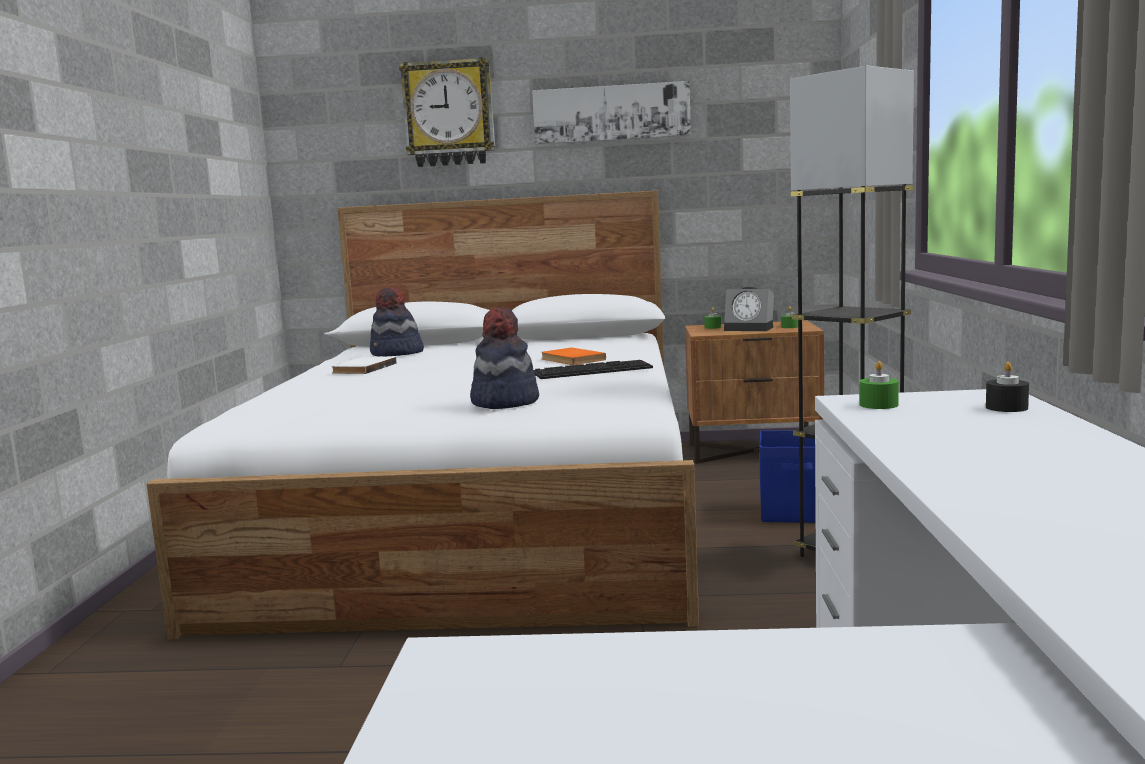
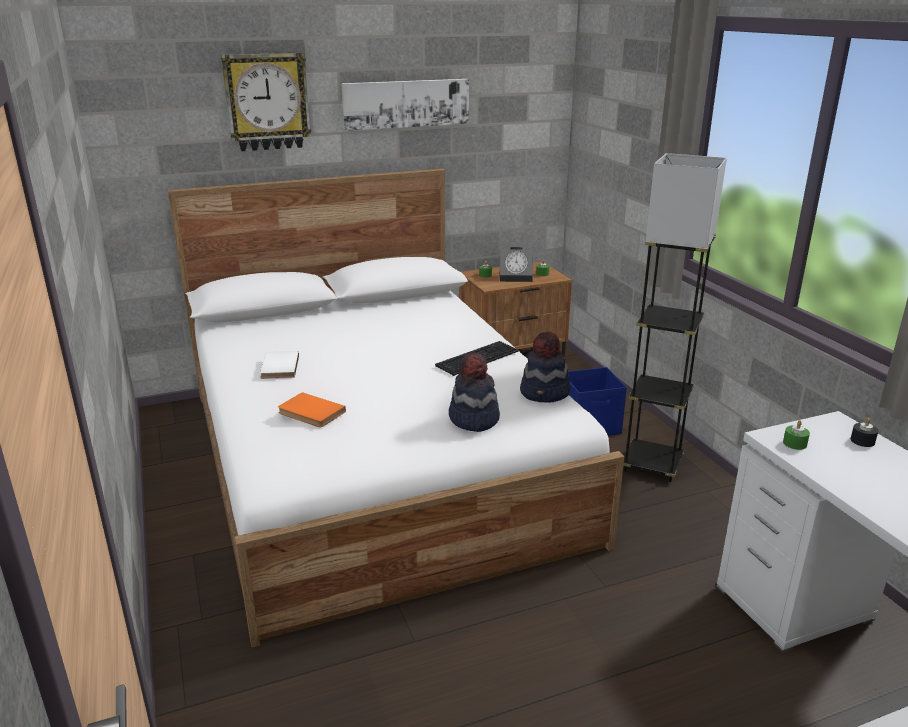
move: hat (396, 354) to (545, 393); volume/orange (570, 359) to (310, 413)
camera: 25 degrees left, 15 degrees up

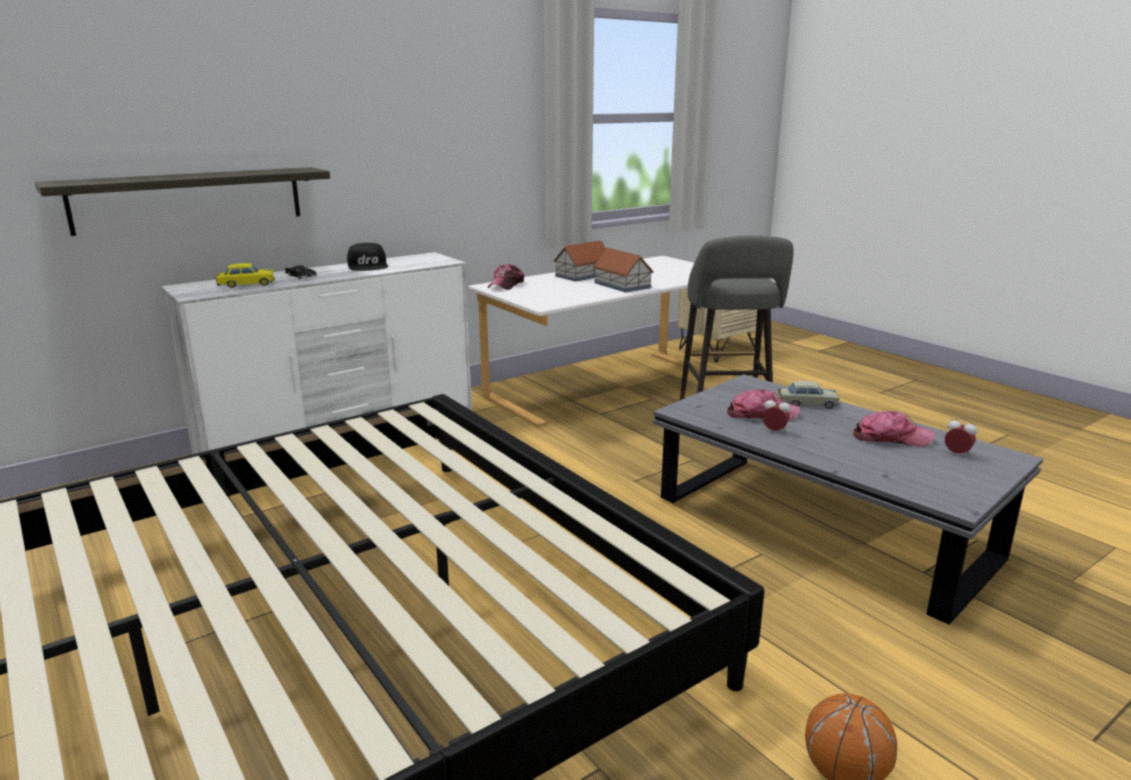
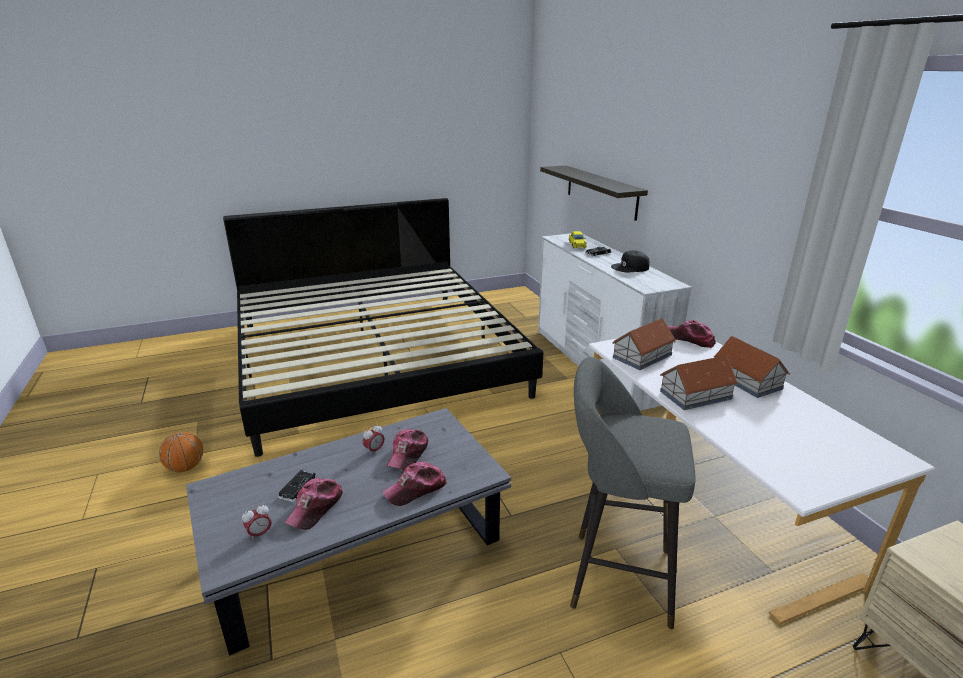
insert: model house (643, 356); toy car/black-coloured (298, 488)
replace: toy car/beige (807, 403) to cap (416, 489)
camera: 105 degrees right, 5 degrees up

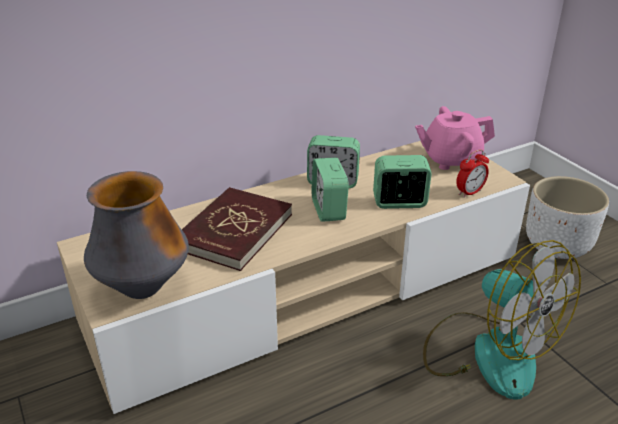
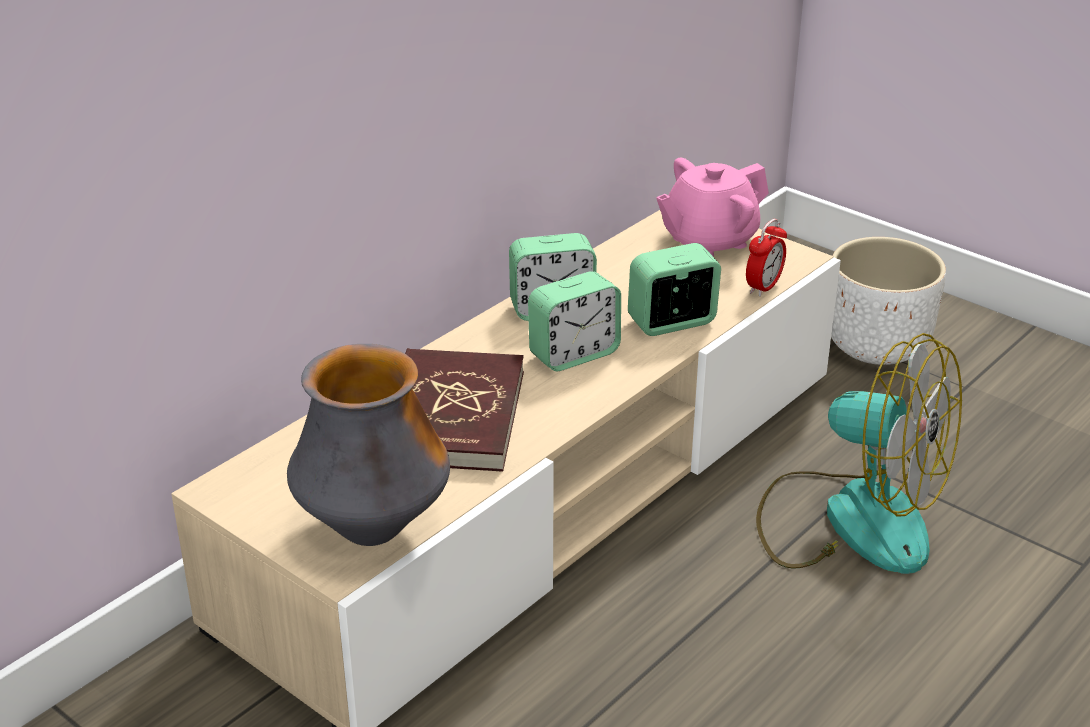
rotate: table clock (328, 210) = (574, 354) 90 degrees counterclockwise
camera: 20 degrees left, 0 degrees up

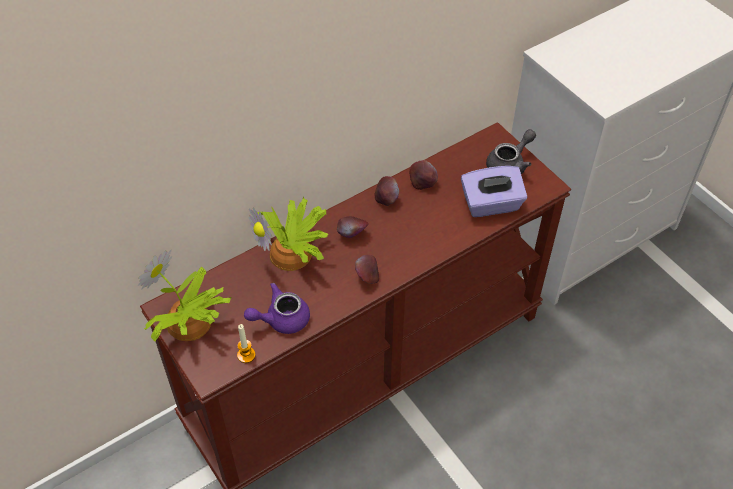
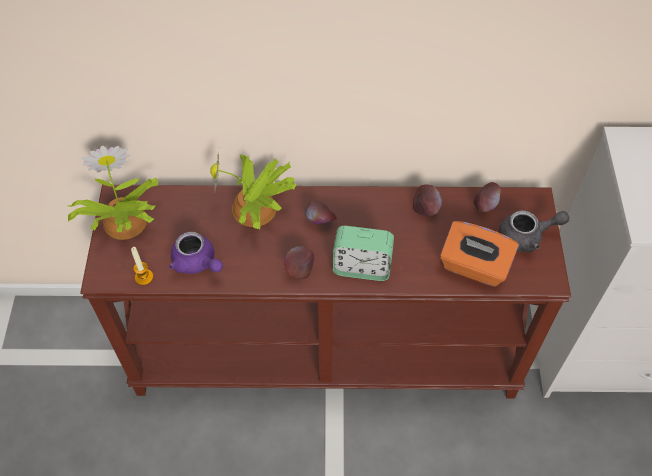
insert: table clock (362, 267)
move: apple fruit (386, 199) to (485, 205)
recolor: tissue box/purple (491, 204) to tissue box/orange (474, 266)
rotate: tea pot/purple (281, 319) = (197, 263) 150 degrees counterclockwise
camera: 35 degrees right, 5 degrees up

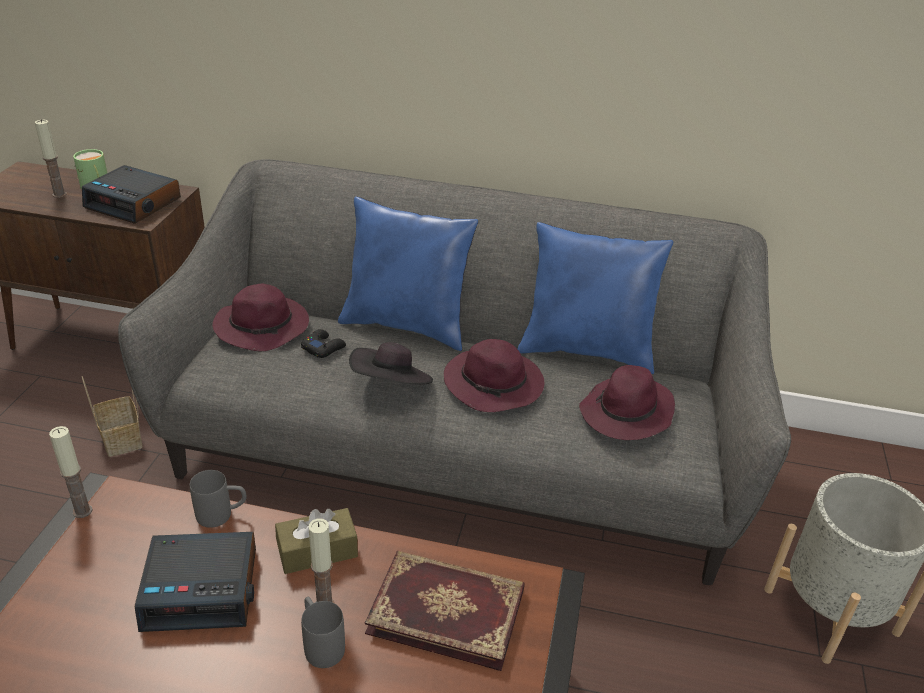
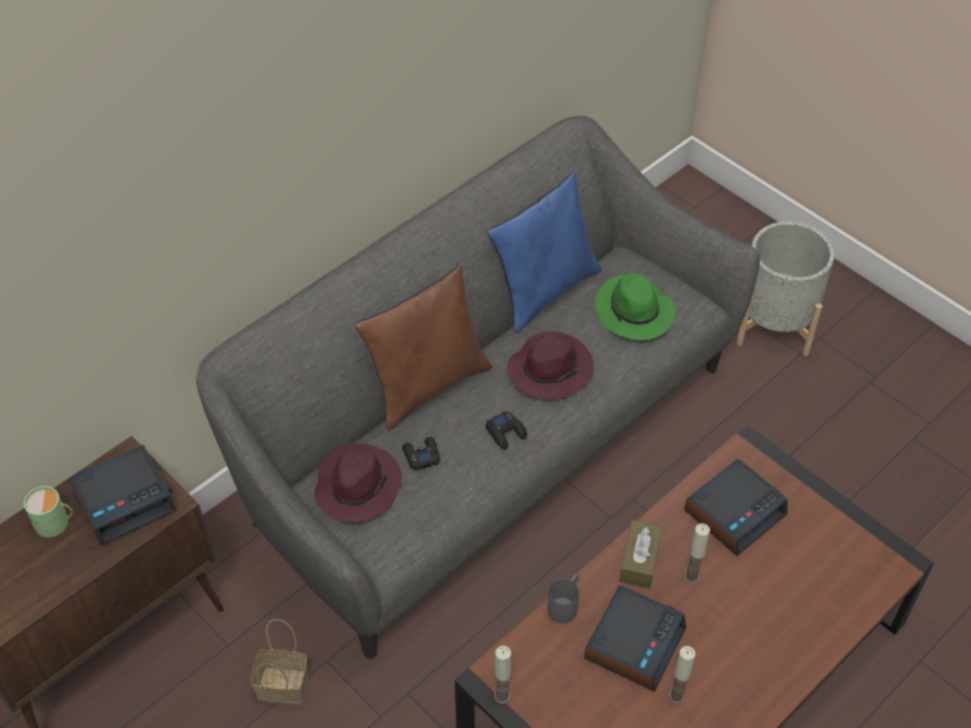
delete: tea mug/greyish (320, 643)
move: wax candle (59, 194) to (676, 696)
replace: hat/black-coloured (391, 385) to gamepad/black-coloured (506, 433); volume (447, 610) to table clock (734, 511)
recolor: pillow/blue-coloured (407, 325) to pillow/brownish (427, 385); hat/purple (626, 414) to hat/green (635, 312)
camera: 55 degrees left, 15 degrees up

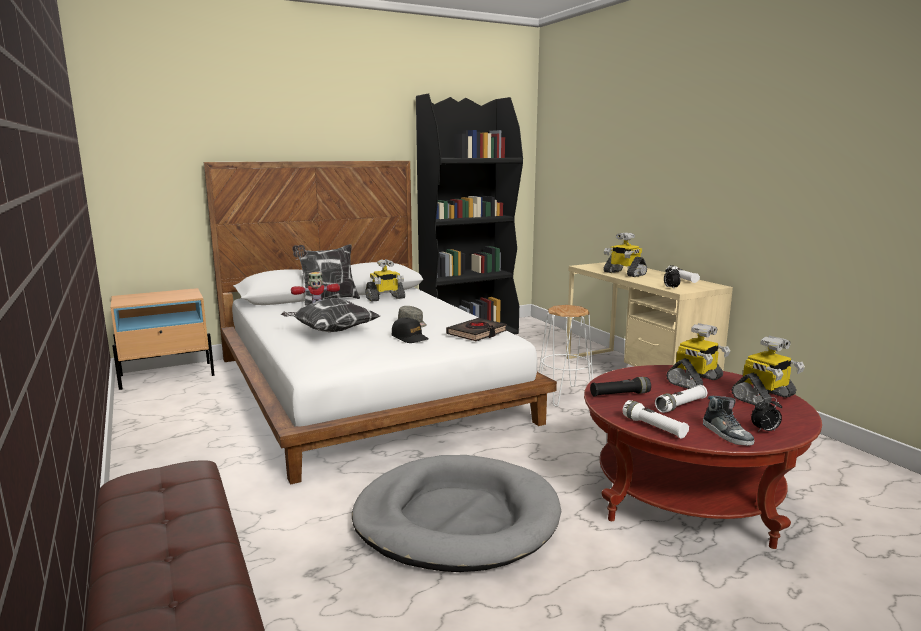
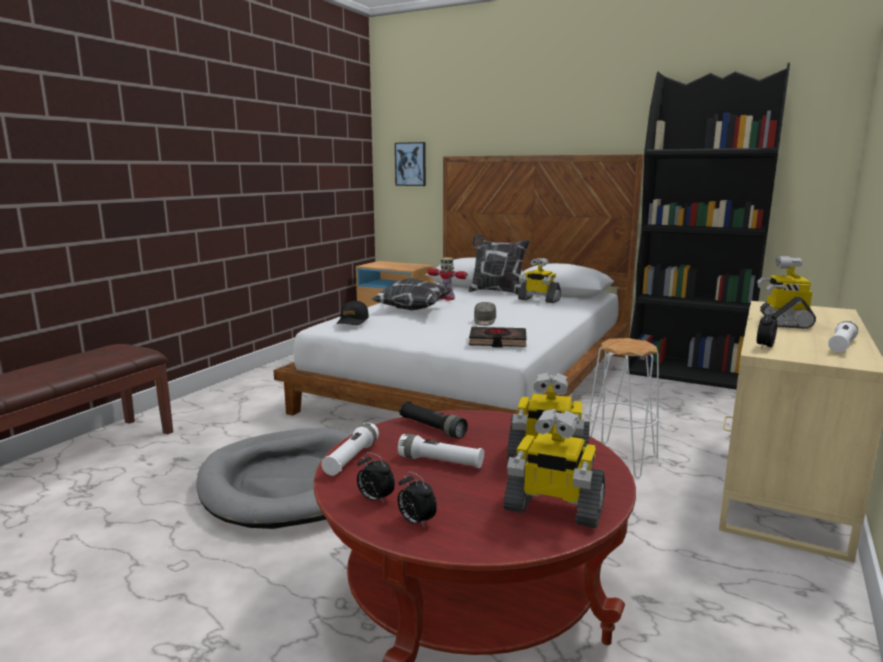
insert: wall picture (411, 164)
move: cap/black-coloured (410, 338) to (353, 321)
replace: low shoe (727, 434) to table clock (375, 499)
camera: 55 degrees right, 0 degrees up

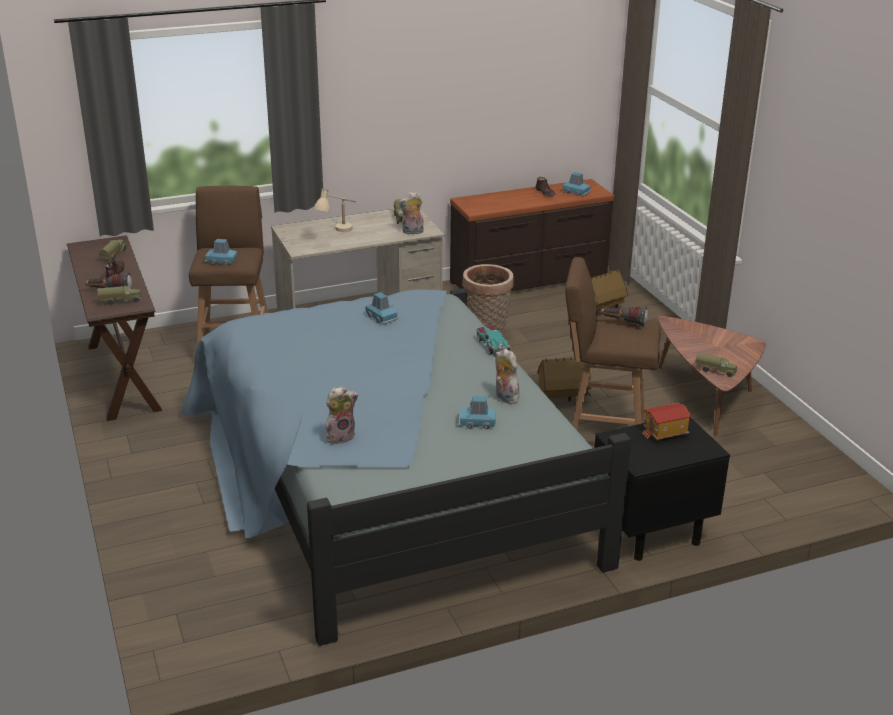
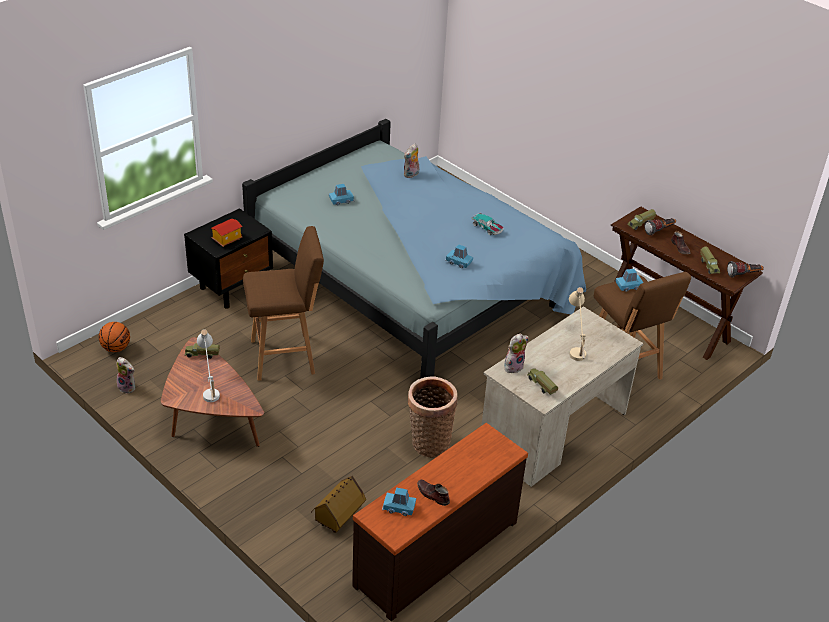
delete: model house (563, 397)
insert: ball for basketball (116, 348); lamp for a table/white (210, 388)
move: hand torch (623, 323) to (743, 275); toy car (492, 345) to (487, 228); cuddly toy (504, 397) to (128, 387)
camera: 155 degrees right, 10 degrees up

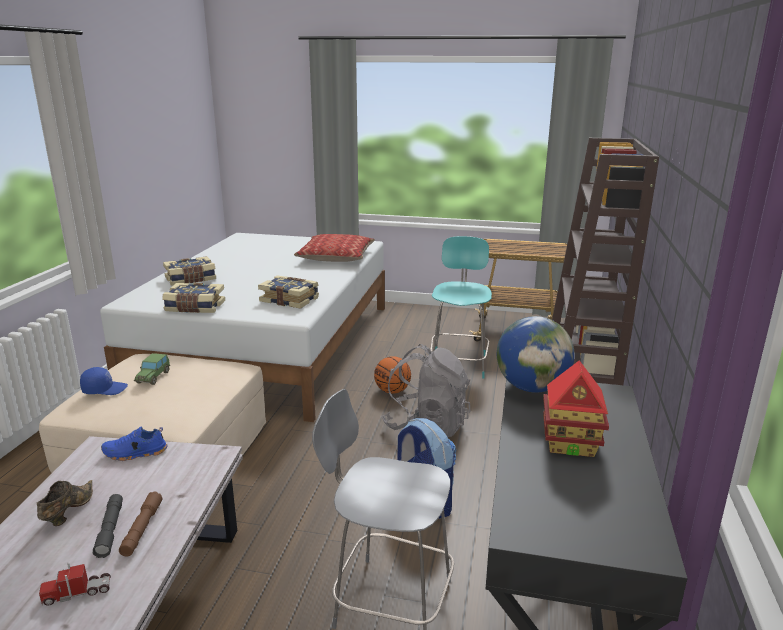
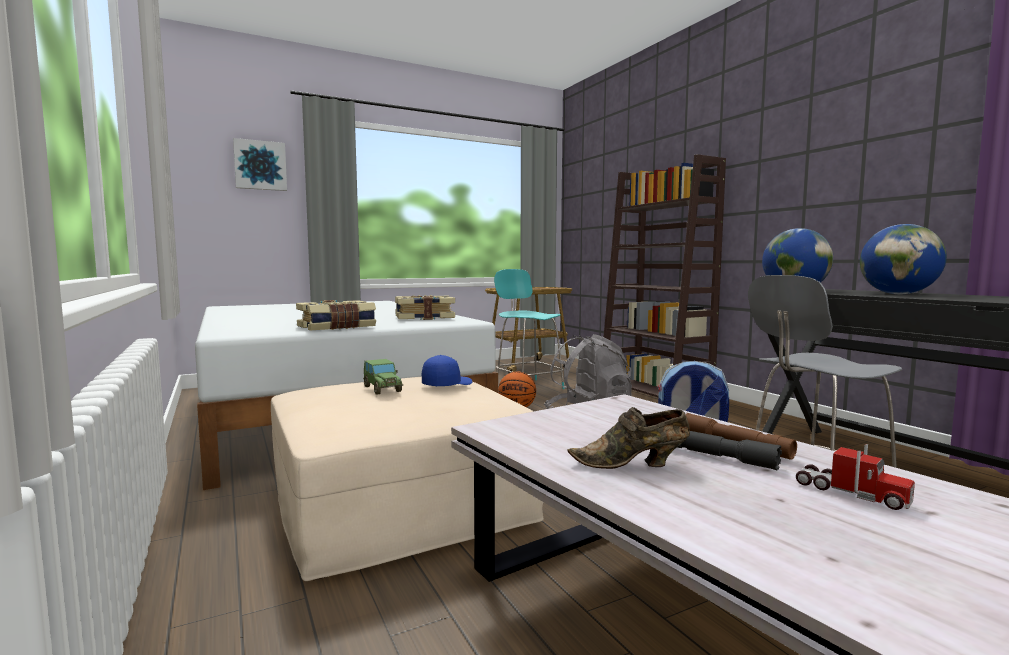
delete: pillow (336, 257); volume (191, 279); low shoe/blue-coloured (135, 454)
insert: wall picture (260, 165)
move: cap/blue-coloured (104, 389) to (446, 384)
replace: model house (570, 444) to globe (898, 294)
rotate: low shoe/brownish (67, 512) = (632, 465) 60 degrees counterclockwise; toy truck (77, 592) = (851, 493) 75 degrees counterclockwise
camera: 40 degrees left, 15 degrees down

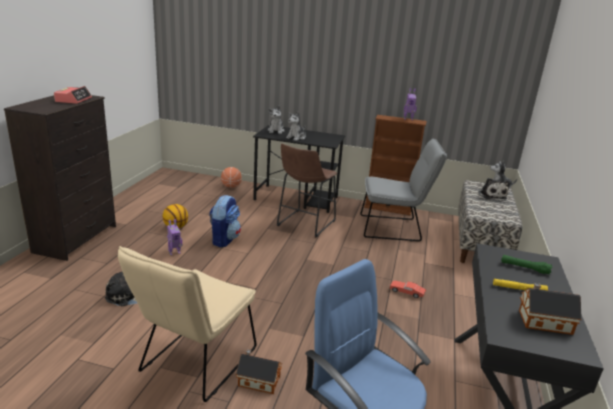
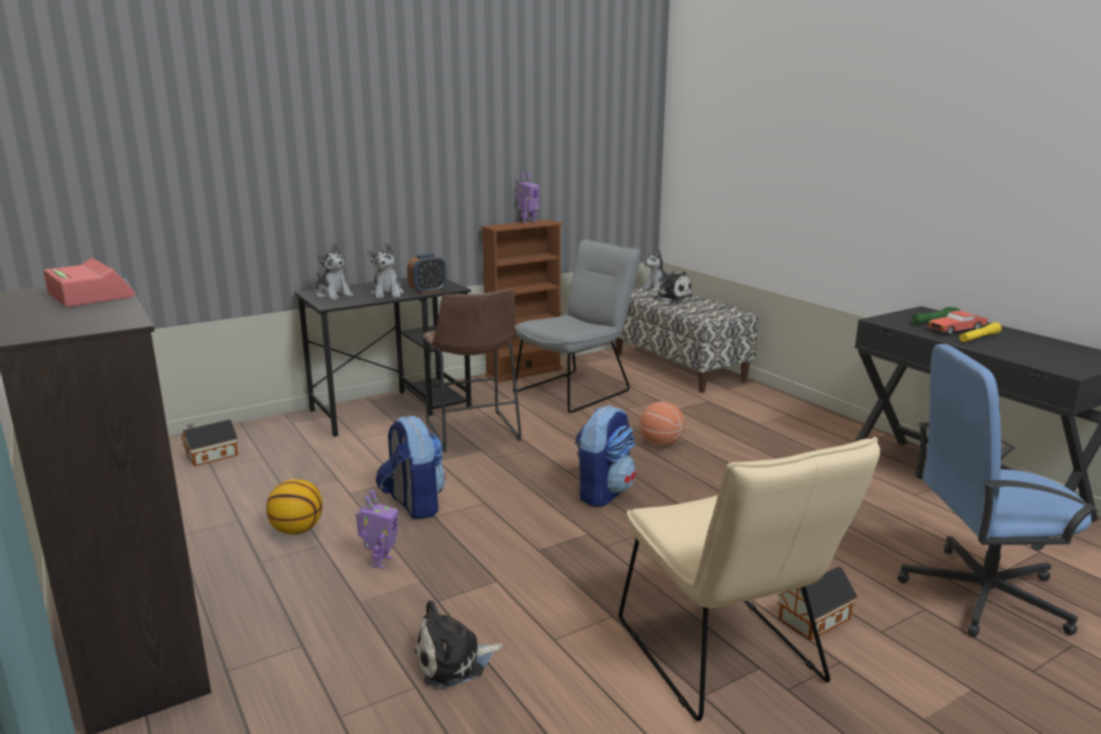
insert: table clock (428, 291); rucksack (603, 492)
move: ball for basketball (231, 186) to (660, 443); toy car/red-coloured (407, 292) to (956, 330); model house (542, 321) to (210, 456)
camera: 45 degrees left, 5 degrees down

